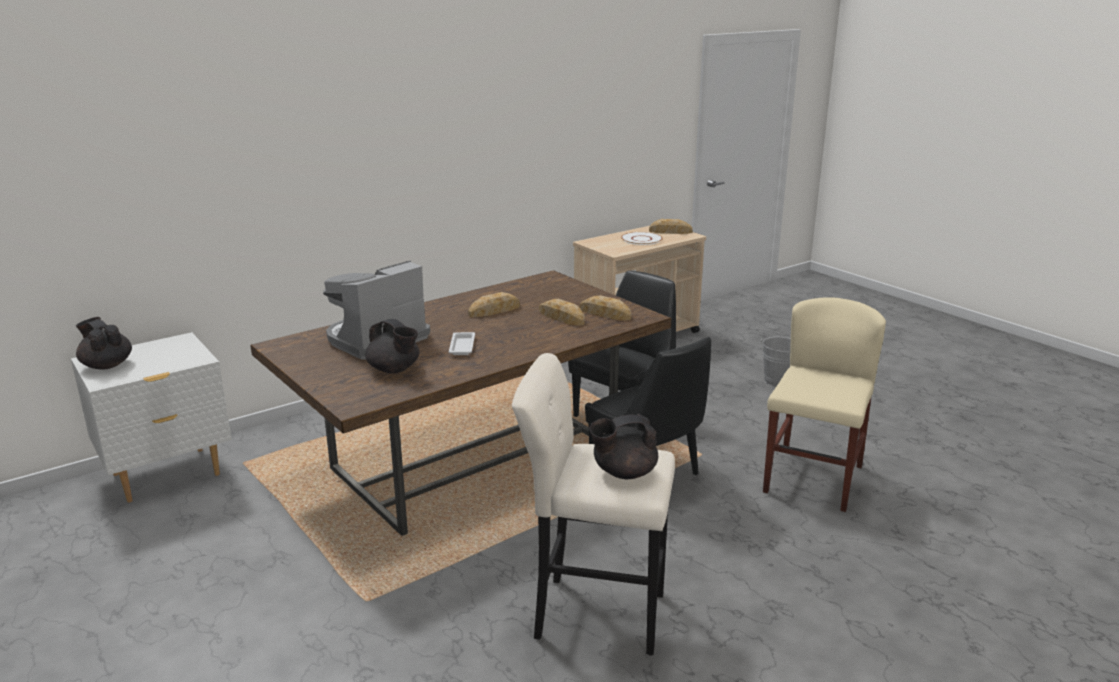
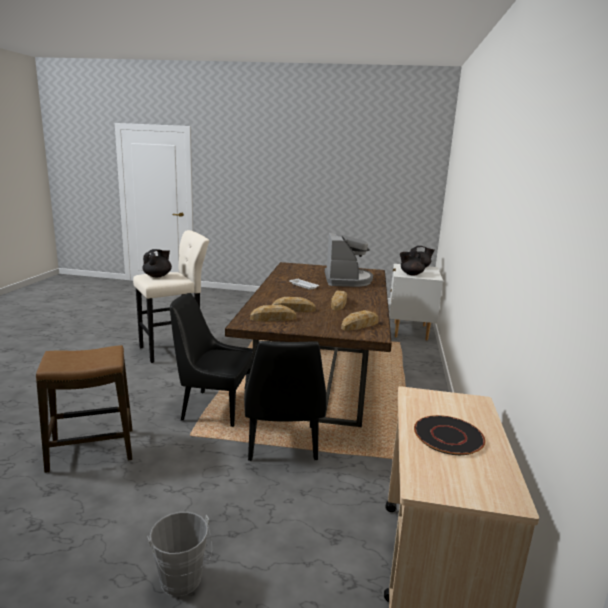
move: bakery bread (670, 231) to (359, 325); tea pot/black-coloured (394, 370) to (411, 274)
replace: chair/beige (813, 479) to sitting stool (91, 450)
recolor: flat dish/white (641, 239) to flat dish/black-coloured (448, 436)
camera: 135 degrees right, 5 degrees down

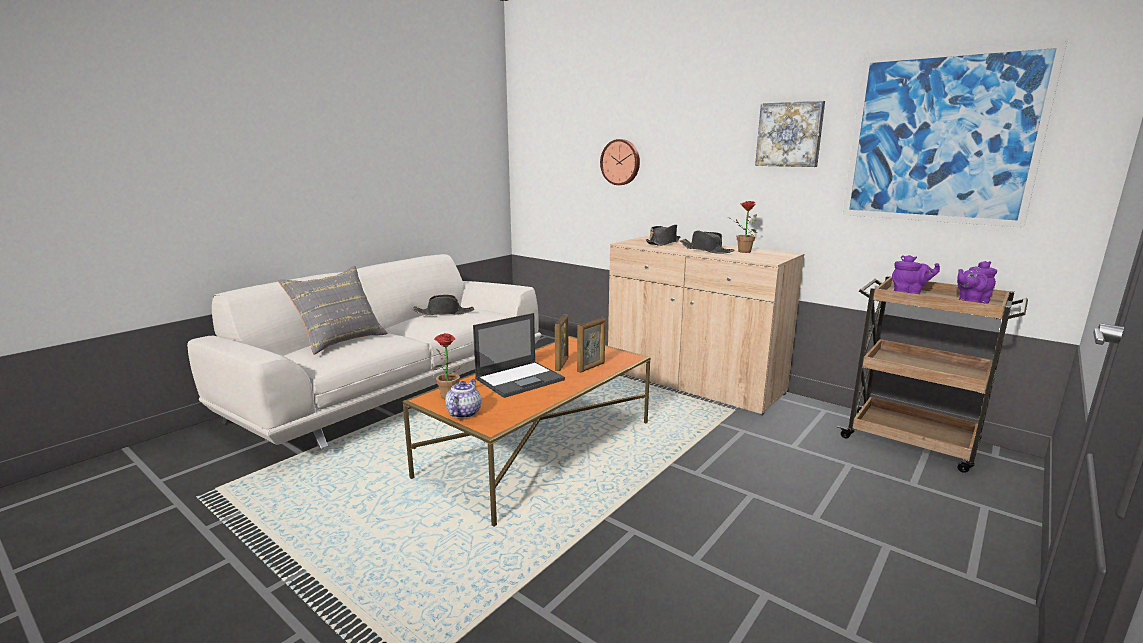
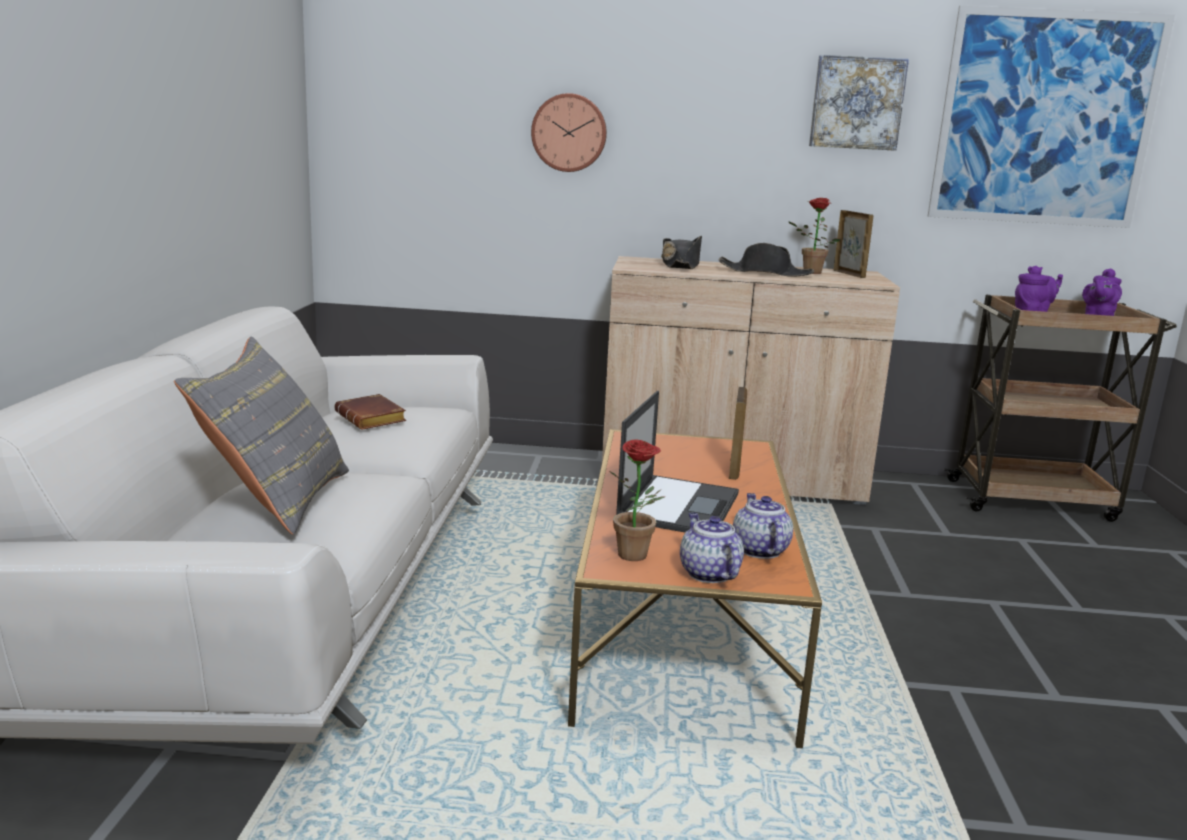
insert: tea pot (759, 550)
move: photo frame (562, 364) to (849, 274)
replace: hat/black-coloured (444, 313) to volume/brownish (373, 419)
camera: 35 degrees left, 0 degrees up

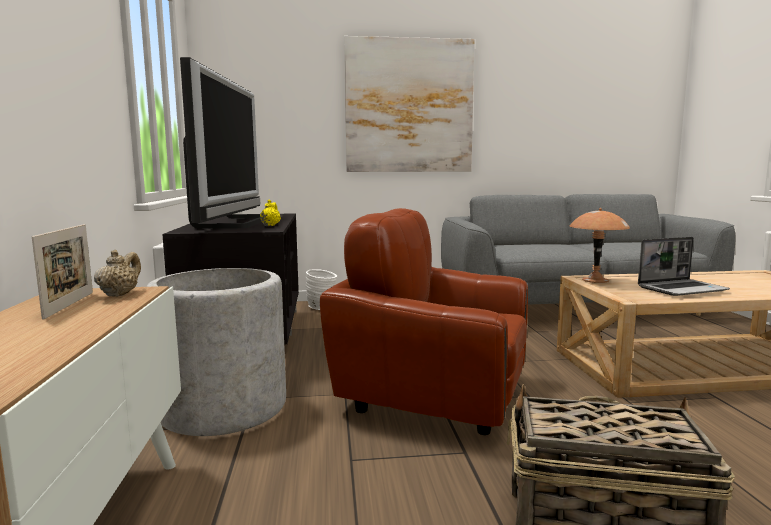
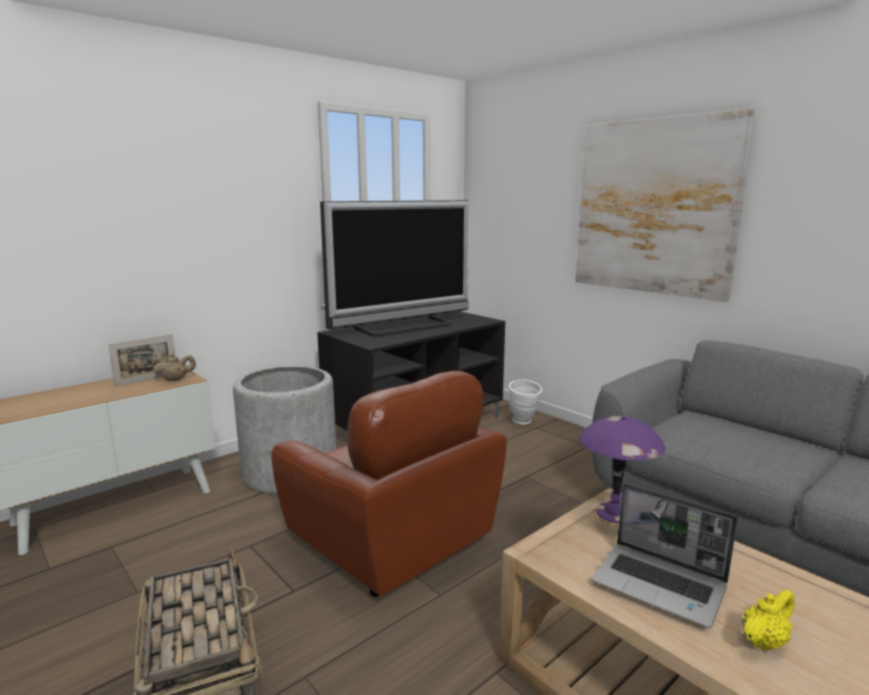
move: tea pot/yellowish (270, 225) to (764, 641)
recolor: lamp for a table/brownish (594, 280) to lamp for a table/purple (614, 512)
rotate: lounge chair/brownish (433, 394) = (389, 541) 150 degrees clockwise
camera: 55 degrees right, 5 degrees up

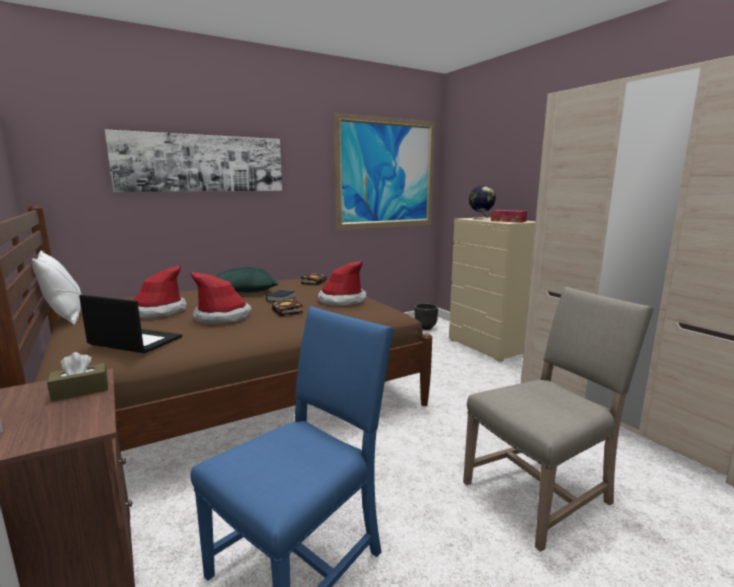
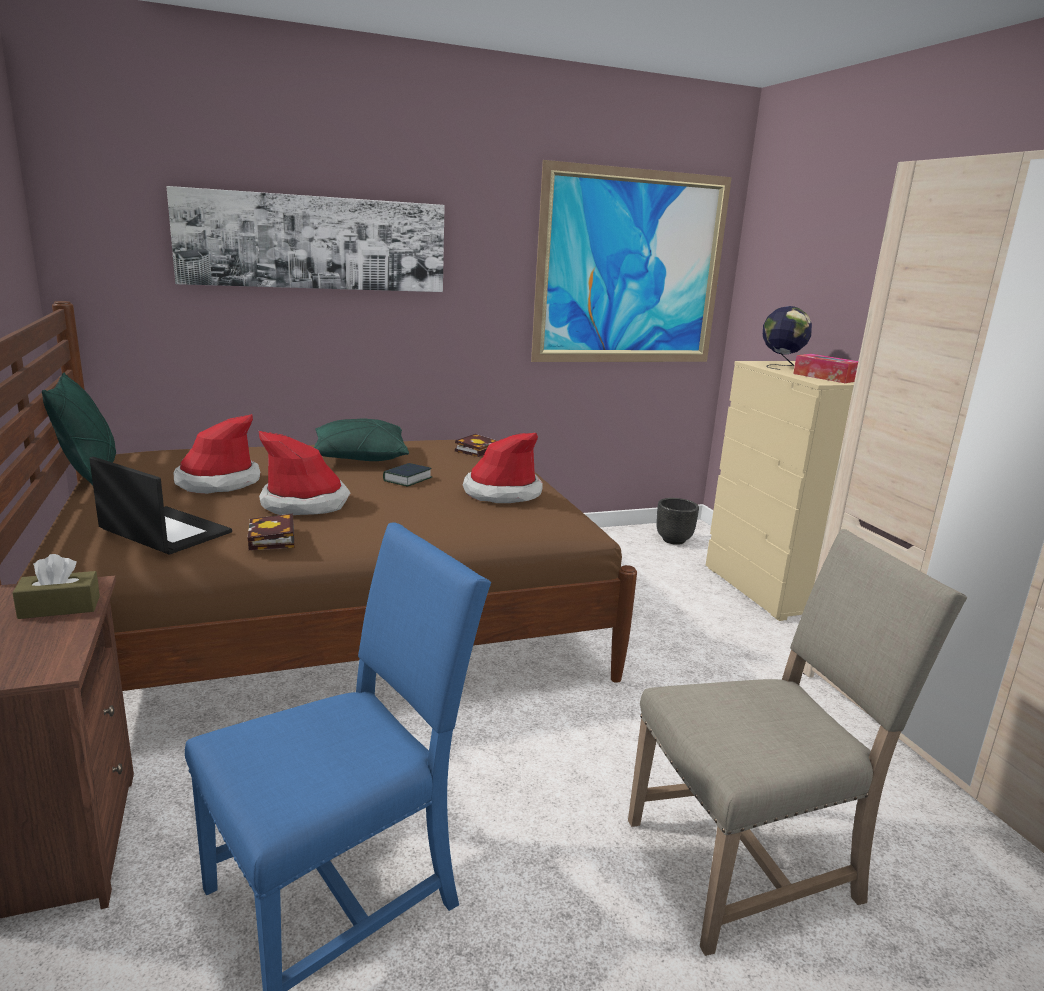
move: volume (288, 311) to (273, 540)
recolor: pillow/white (65, 317) to pillow/green (91, 475)
camera: 10 degrees right, 5 degrees up

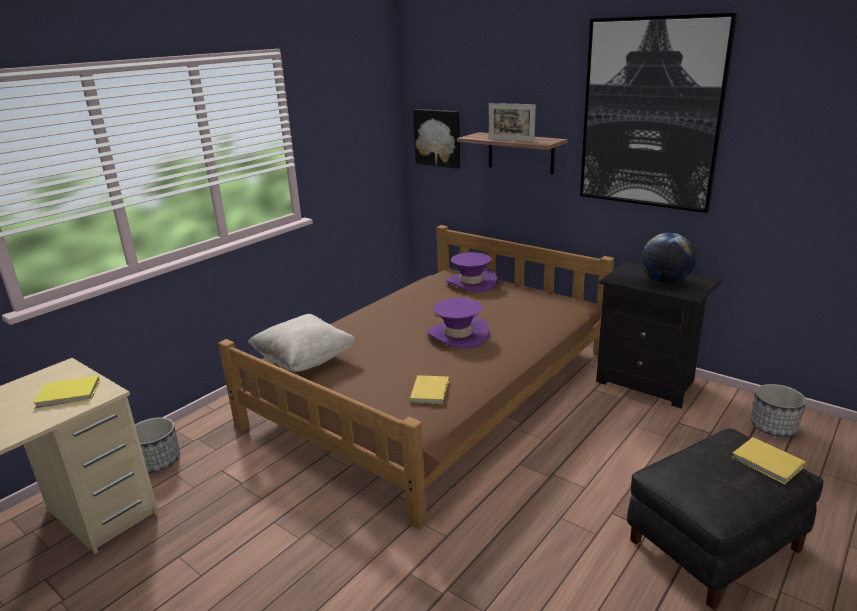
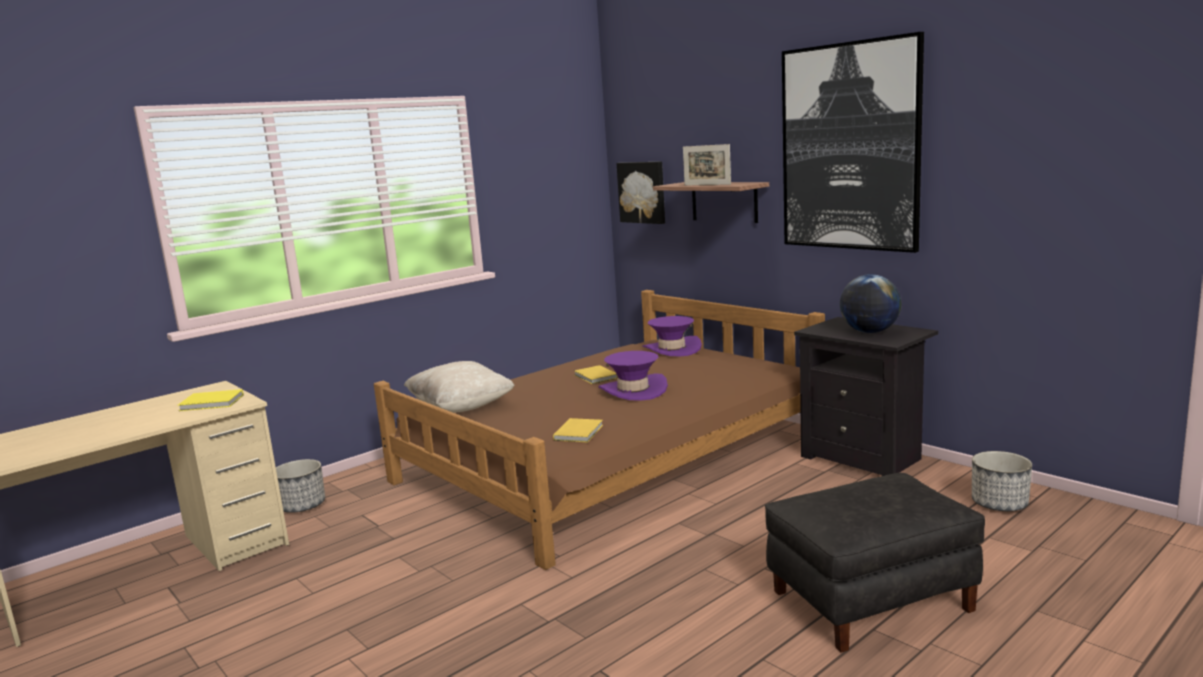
move: volume/yellowish (768, 463) to (595, 377)
camera: 10 degrees right, 10 degrees down

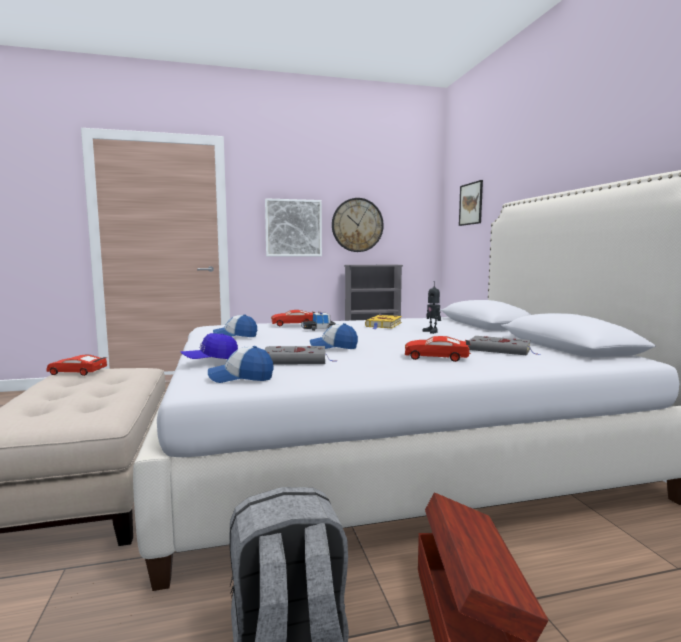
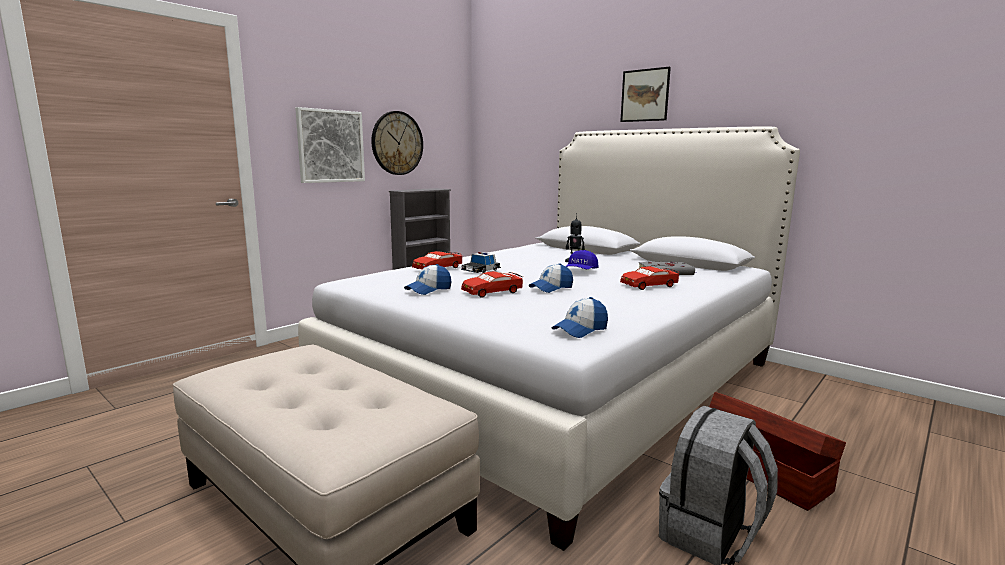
delete: volume/yellowish (384, 325); volume/greyish (296, 360)
move: wall picture (471, 203) to (645, 95); cap/blue-coloured (211, 361) to (581, 271); toy car/red-coloured (78, 372) to (492, 292)
camera: 35 degrees left, 5 degrees up

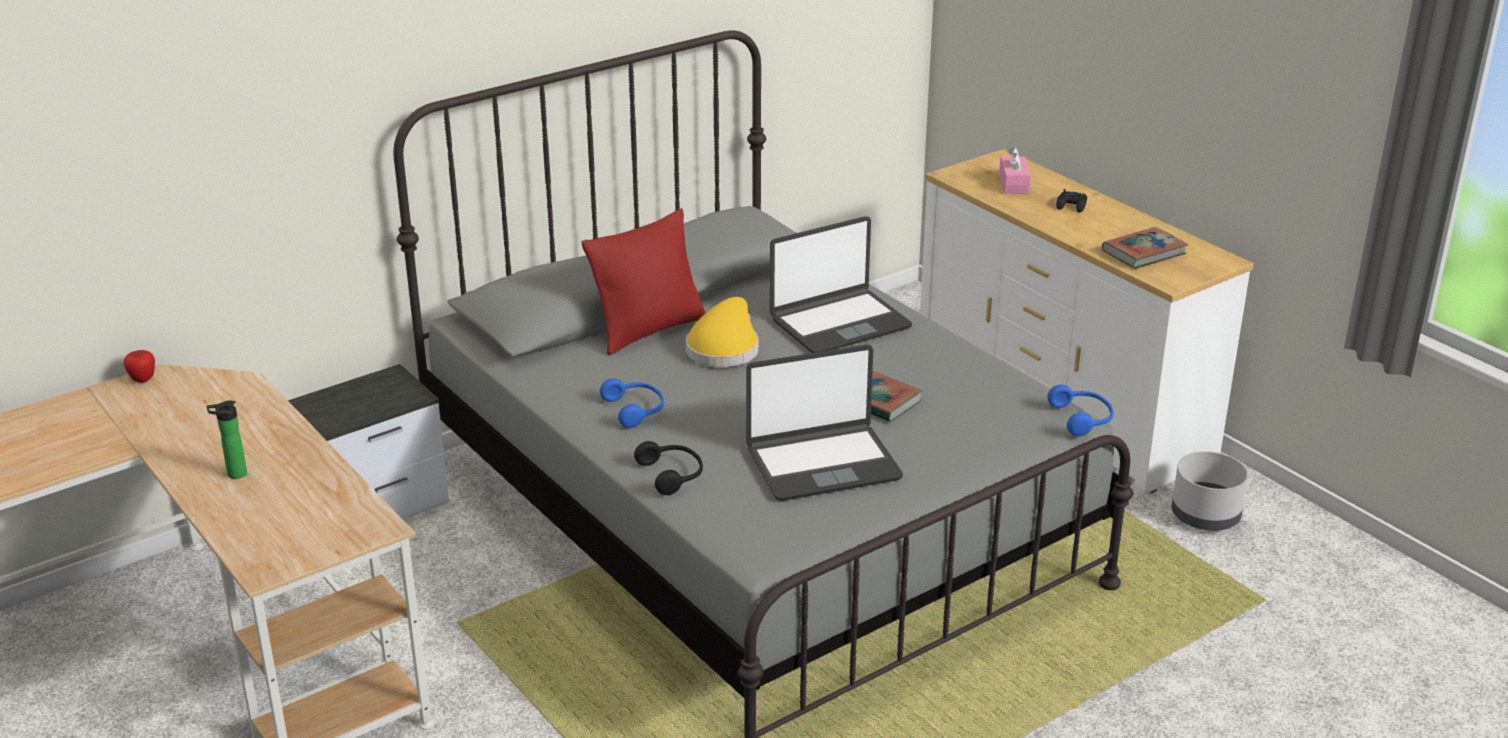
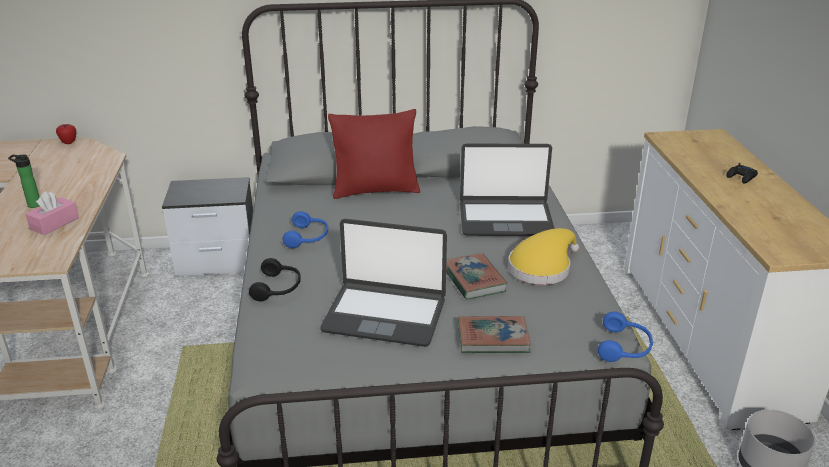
move: tissue box/pinkish (1013, 184) to (54, 223); volume (1144, 253) to (493, 338); hat/yellowish (724, 348) to (542, 267)
camera: 30 degrees right, 0 degrees up

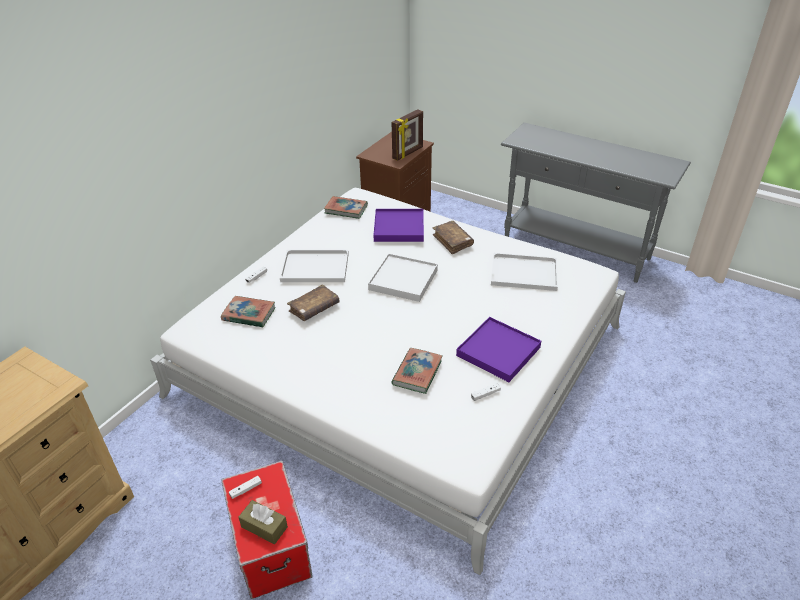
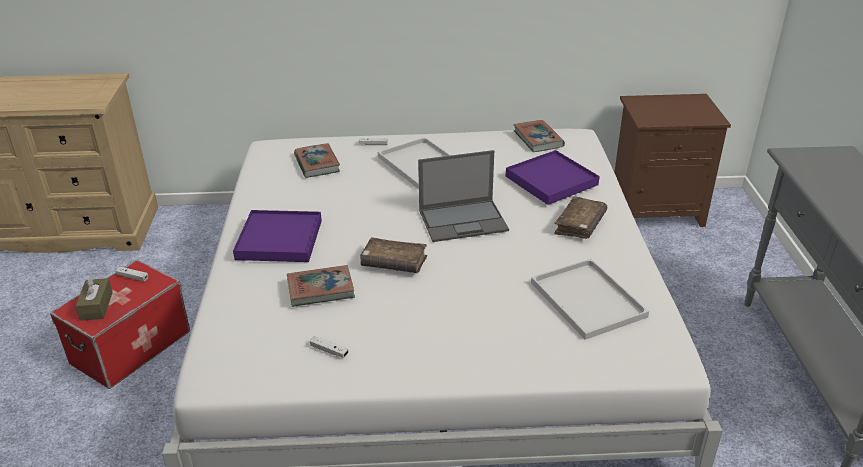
delete: photo frame (408, 153)
move: volume/brownish (314, 308) to (394, 263); tray/purple (498, 351) to (279, 239)
replace: tray/white (403, 280) to notebook computer (464, 220)
camera: 55 degrees right, 5 degrees down

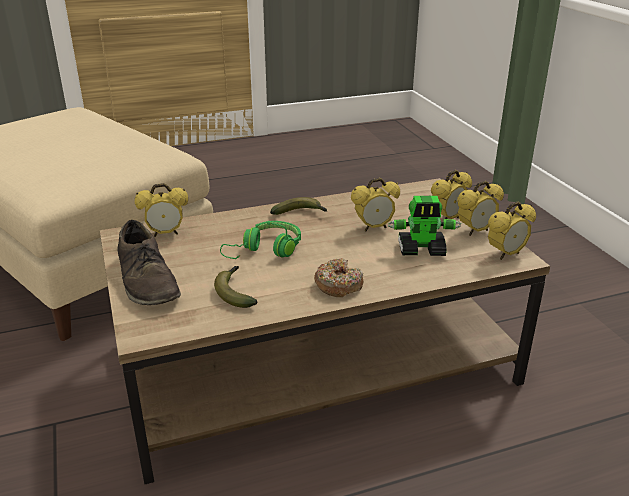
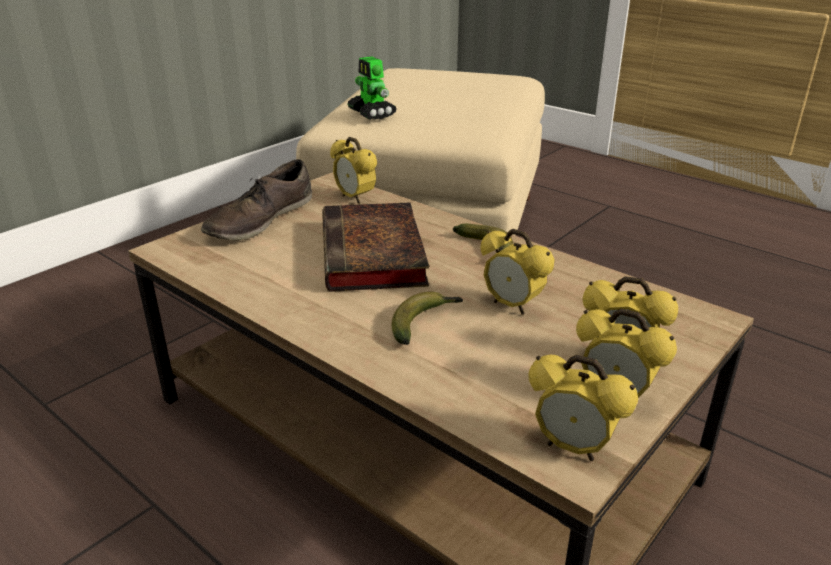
delete: ring doughnut (338, 285)
move: robot figure (422, 250) to (372, 114); banana (235, 292) to (424, 323)
replace: headphones/green (266, 250) to volume (374, 256)
camera: 60 degrees right, 0 degrees up

